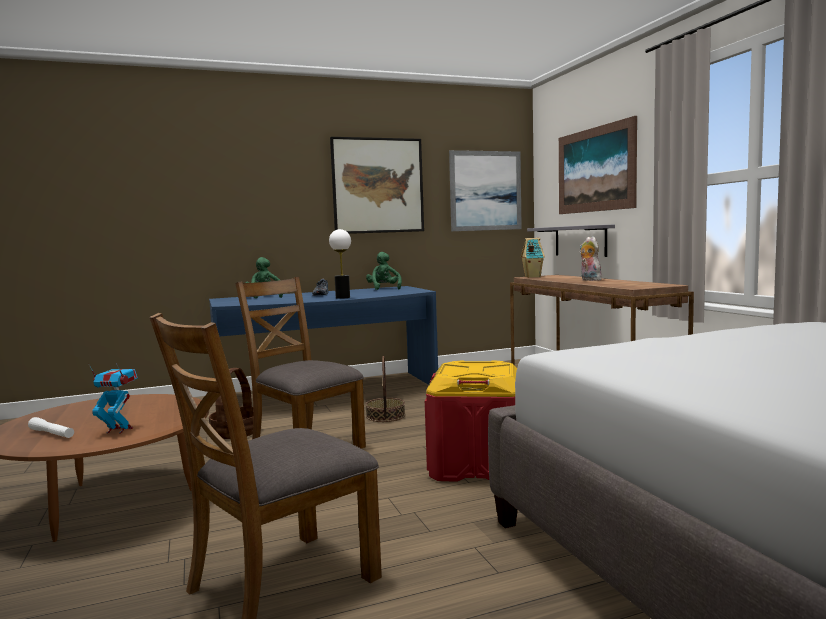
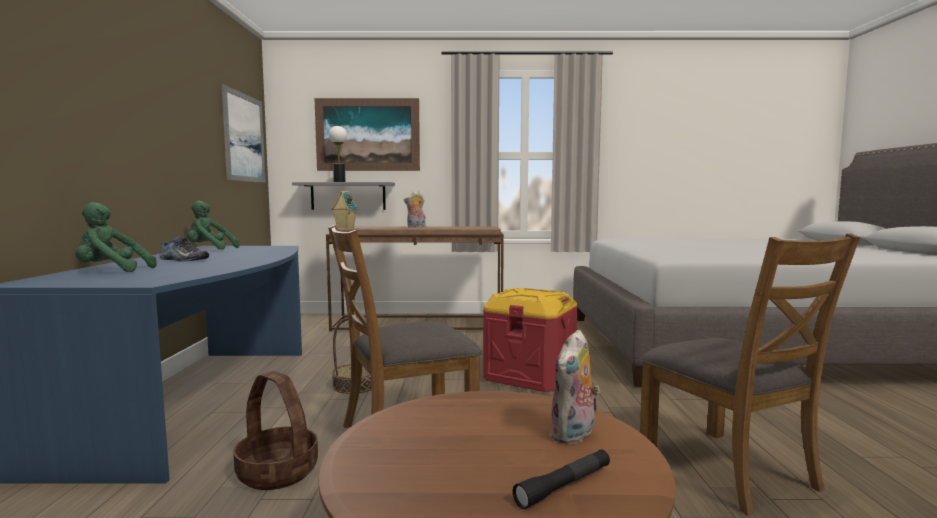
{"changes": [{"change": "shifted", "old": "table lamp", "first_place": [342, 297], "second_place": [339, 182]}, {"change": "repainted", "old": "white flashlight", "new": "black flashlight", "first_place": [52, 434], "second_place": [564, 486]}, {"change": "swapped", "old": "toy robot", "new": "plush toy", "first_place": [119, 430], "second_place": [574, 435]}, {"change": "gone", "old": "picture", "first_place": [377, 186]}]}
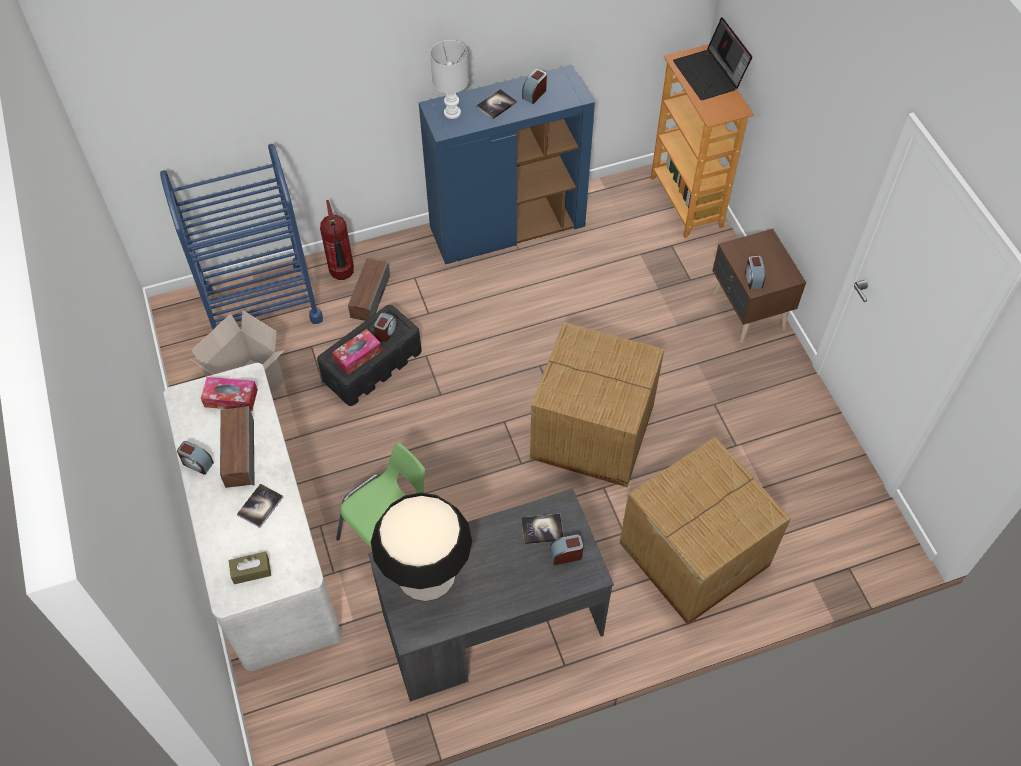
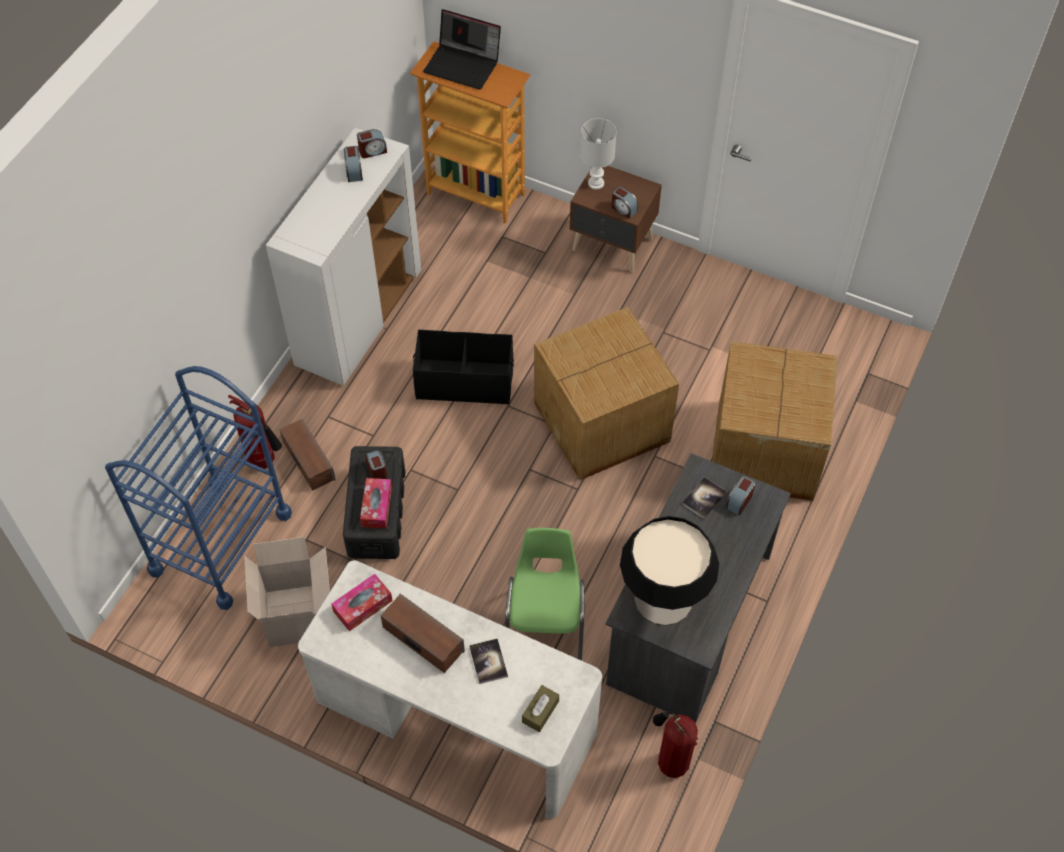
{"changes": [{"change": "repainted", "old": "blue cabinet", "new": "white cabinet", "first_place": [507, 228], "second_place": [359, 318]}, {"change": "shifted", "old": "alarm clock", "first_place": [197, 463], "second_place": [372, 151]}, {"change": "new", "new": "black storage box", "second_place": [464, 381]}, {"change": "shifted", "old": "white table lamp", "first_place": [452, 112], "second_place": [595, 183]}, {"change": "new", "new": "fire extinguisher", "second_place": [669, 762]}, {"change": "gone", "old": "book", "first_place": [496, 105]}]}
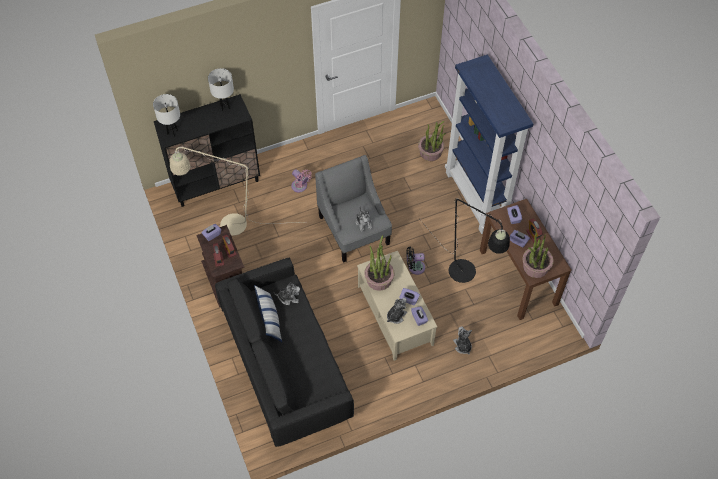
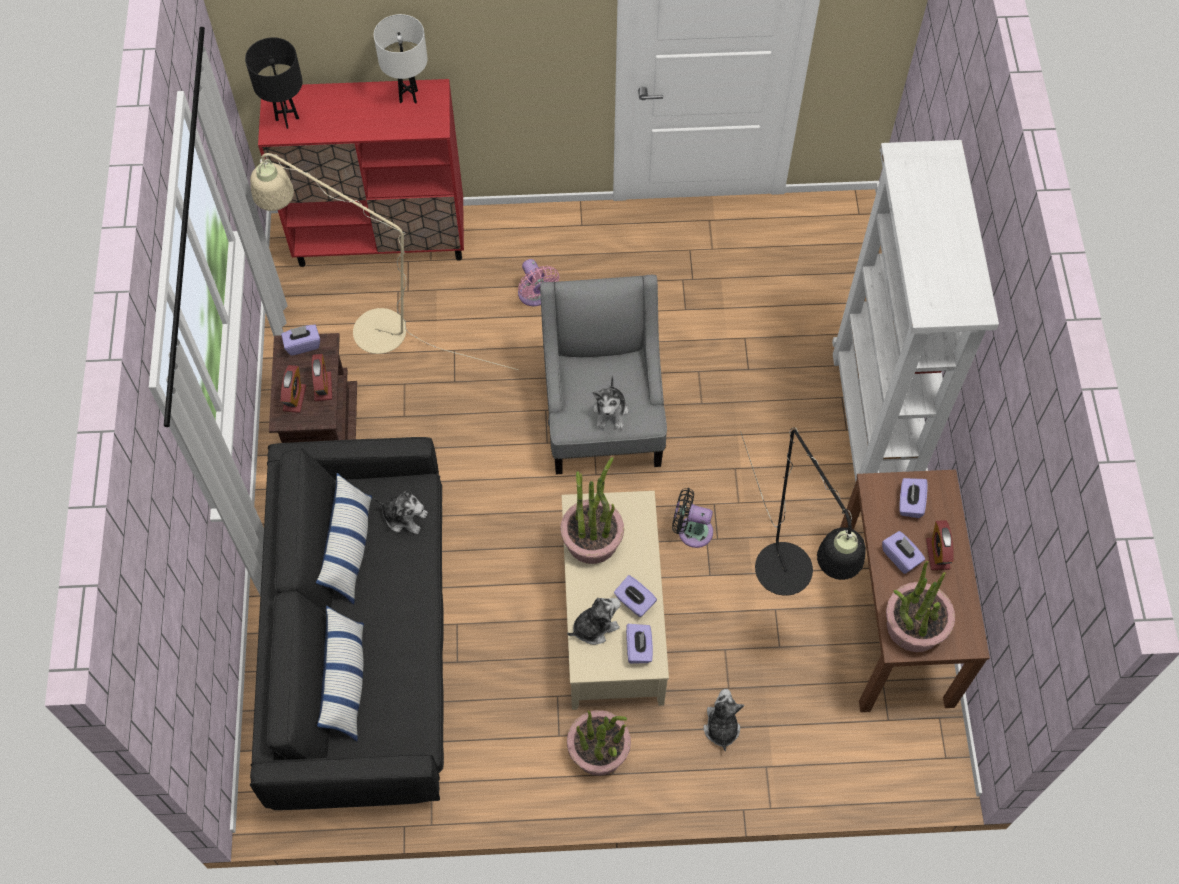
{"changes": [{"change": "repainted", "old": "white table lamp", "new": "black table lamp", "first_place": [172, 132], "second_place": [287, 119]}, {"change": "repainted", "old": "black cabinet", "new": "red cabinet", "first_place": [216, 182], "second_place": [381, 238]}, {"change": "new", "new": "pillow", "second_place": [346, 681]}, {"change": "shifted", "old": "potted plant", "first_place": [430, 152], "second_place": [599, 750]}, {"change": "repainted", "old": "blue bookcase", "new": "white bookcase", "first_place": [476, 199], "second_place": [873, 427]}]}
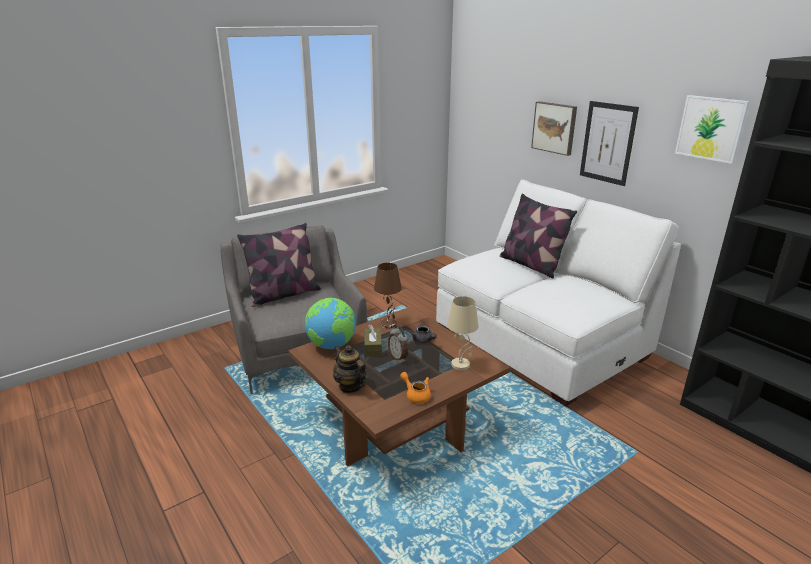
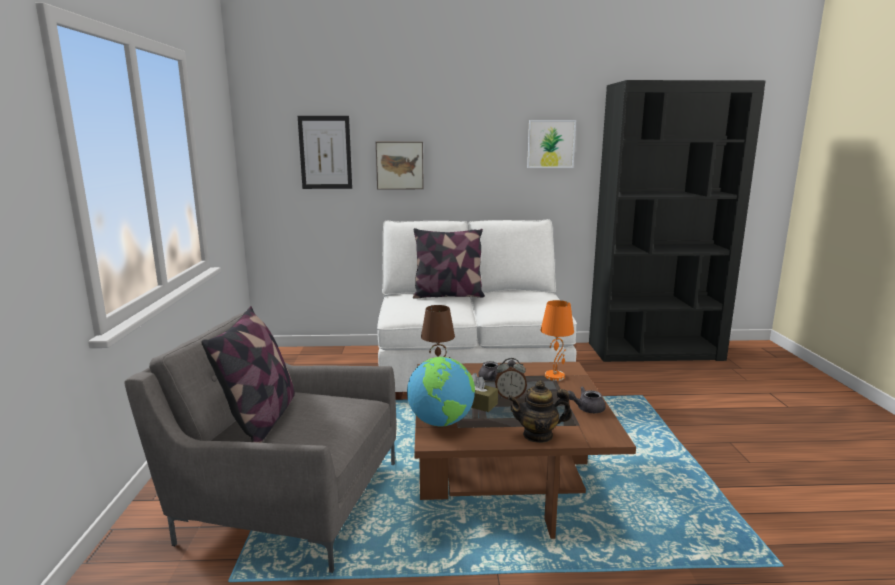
{"changes": [{"change": "shifted", "old": "picture", "first_place": [607, 143], "second_place": [325, 152]}, {"change": "repainted", "old": "beige table lamp", "new": "orange table lamp", "first_place": [461, 364], "second_place": [554, 376]}, {"change": "repainted", "old": "orange teapot", "new": "grey teapot", "first_place": [416, 395], "second_place": [586, 409]}]}
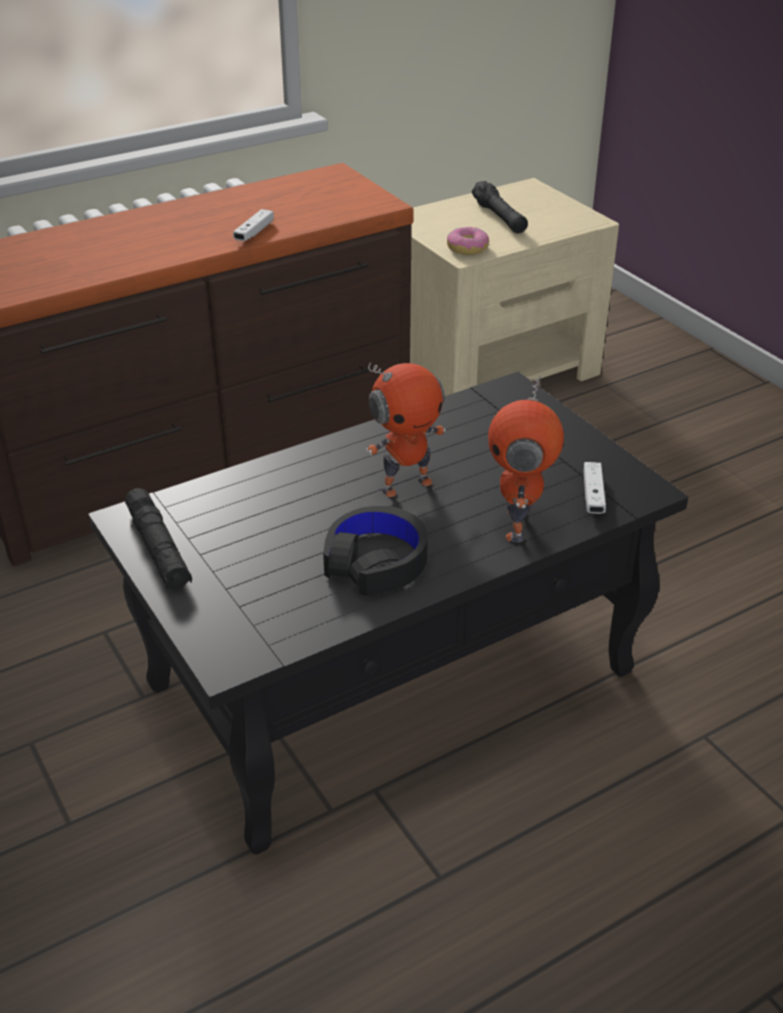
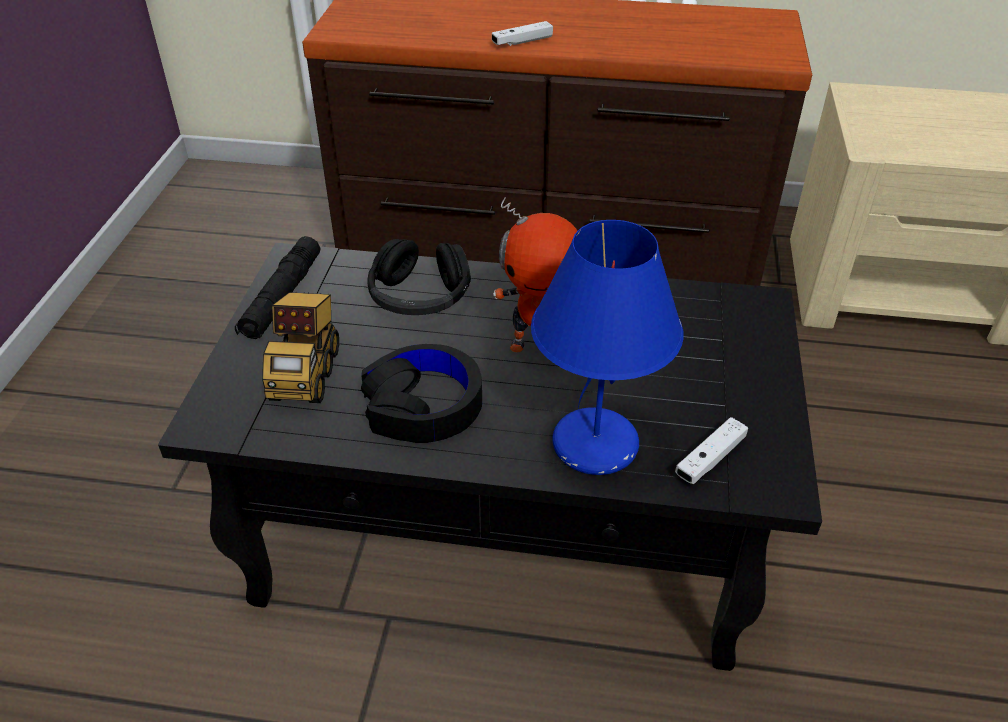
{"changes": [{"change": "new", "new": "toy truck", "second_place": [306, 372]}, {"change": "new", "new": "black headphones", "second_place": [419, 296]}, {"change": "shifted", "old": "white game controller", "first_place": [254, 233], "second_place": [522, 42]}, {"change": "swapped", "old": "toy robot", "new": "blue table lamp", "first_place": [519, 525], "second_place": [595, 446]}, {"change": "gone", "old": "donut", "first_place": [467, 248]}, {"change": "gone", "old": "black flashlight", "first_place": [499, 217]}]}
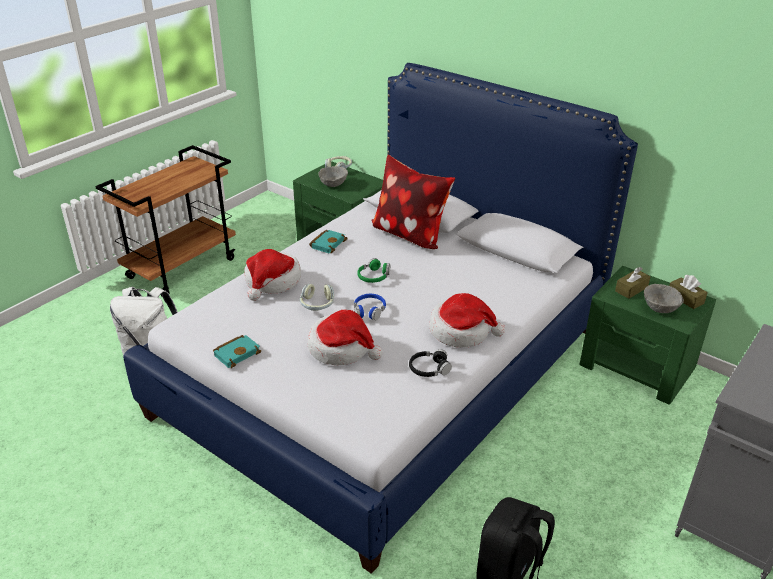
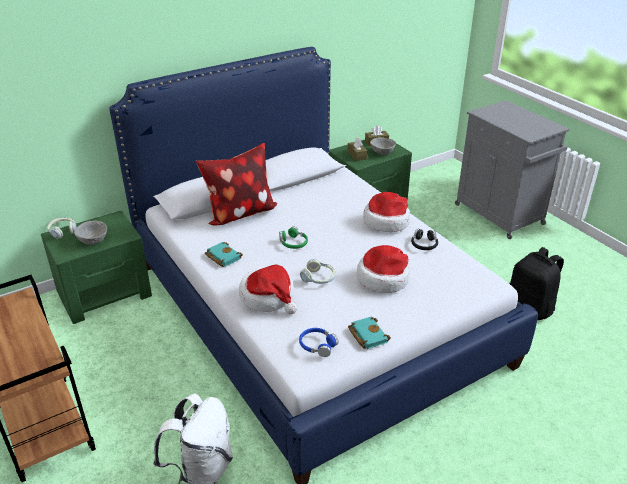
{"changes": [{"change": "shifted", "old": "blue headphones", "first_place": [369, 311], "second_place": [317, 345]}]}
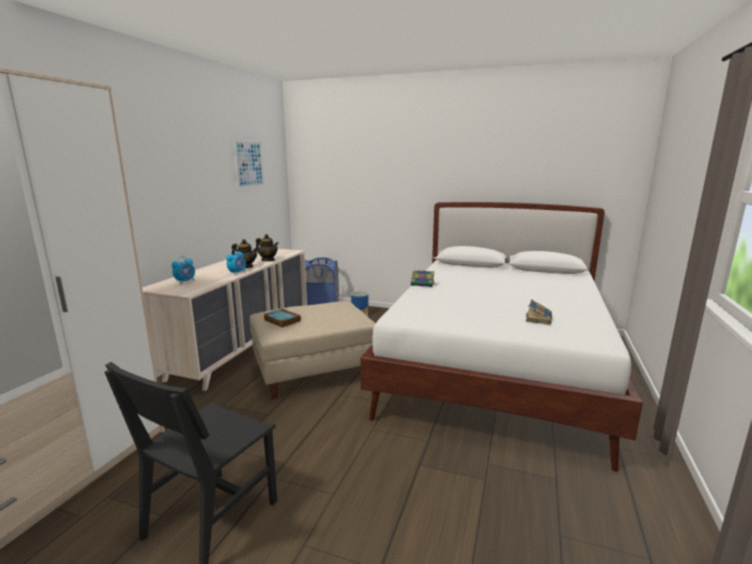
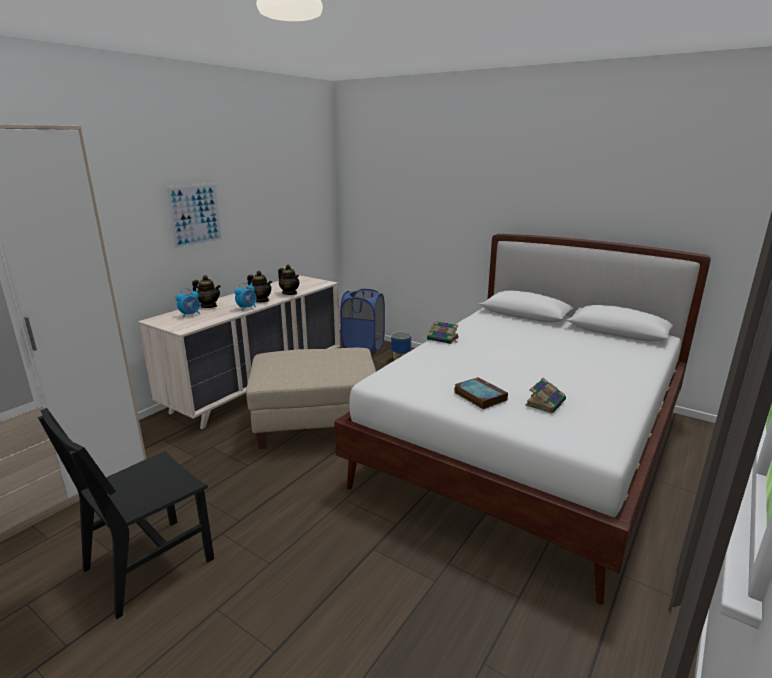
{"changes": [{"change": "shifted", "old": "picture", "first_place": [249, 164], "second_place": [195, 215]}, {"change": "new", "new": "teapot", "second_place": [209, 306]}, {"change": "shifted", "old": "book", "first_place": [281, 320], "second_place": [479, 396]}]}
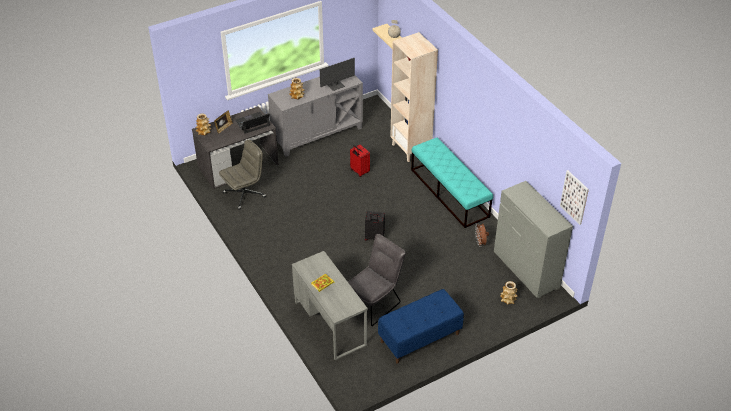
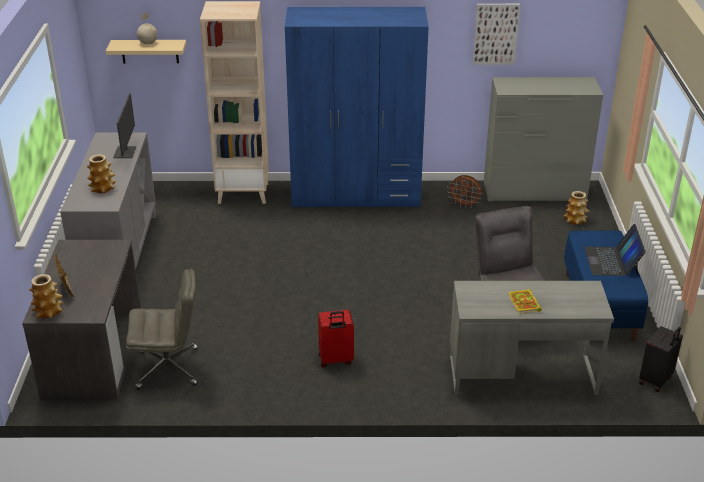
{"changes": [{"change": "rotated", "old": "grey office chair", "first_place": [244, 194], "second_place": [169, 368], "degrees": 90}, {"change": "swapped", "old": "turquoise bench", "new": "blue wardrobe", "first_place": [449, 193], "second_place": [356, 195]}, {"change": "shifted", "old": "red suitcase", "first_place": [359, 171], "second_place": [335, 360]}, {"change": "shifted", "old": "picture", "first_place": [574, 197], "second_place": [496, 34]}, {"change": "shifted", "old": "laptop", "first_place": [252, 123], "second_place": [612, 261]}, {"change": "shifted", "old": "black suitcase", "first_place": [374, 237], "second_place": [656, 380]}]}
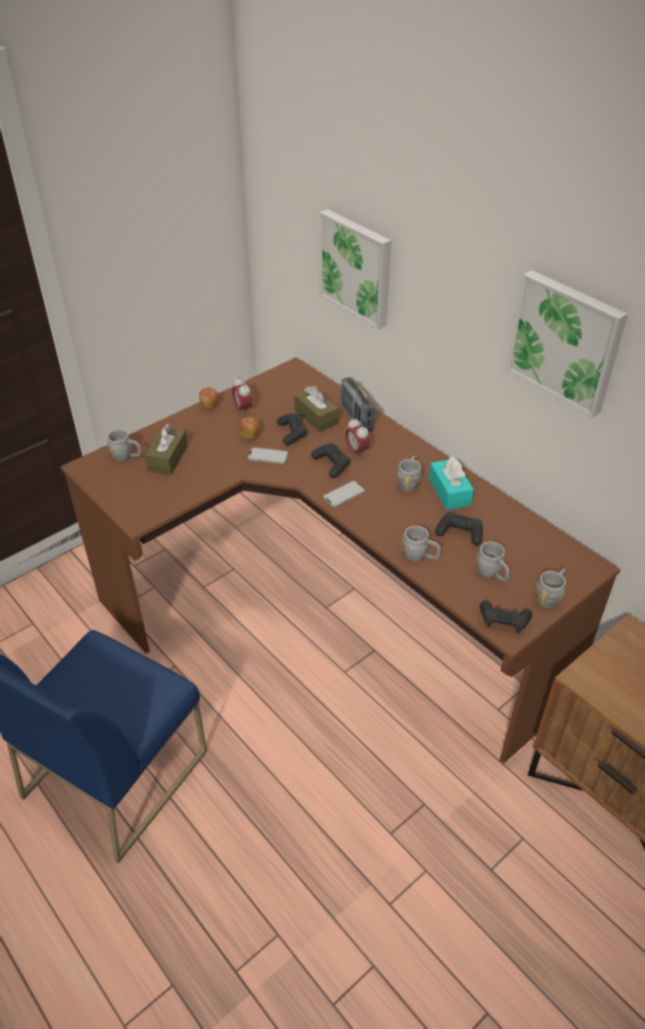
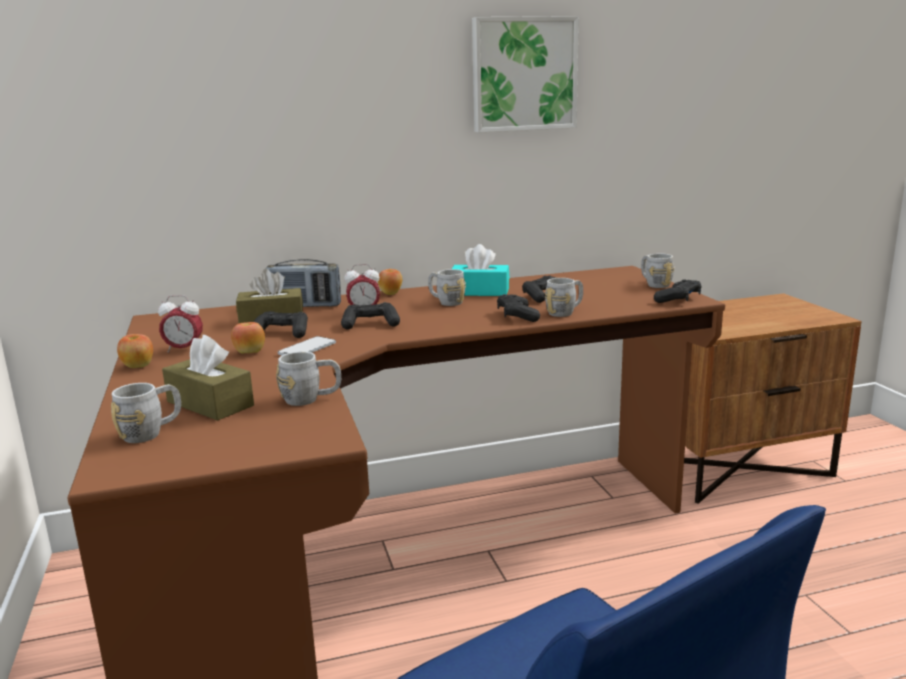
{"changes": [{"change": "shifted", "old": "grey mug", "first_place": [492, 574], "second_place": [311, 399]}, {"change": "new", "new": "apple", "second_place": [391, 293]}, {"change": "new", "new": "black game controller", "second_place": [517, 316]}, {"change": "gone", "old": "picture", "first_place": [357, 267]}, {"change": "gone", "old": "phone", "first_place": [344, 494]}]}
